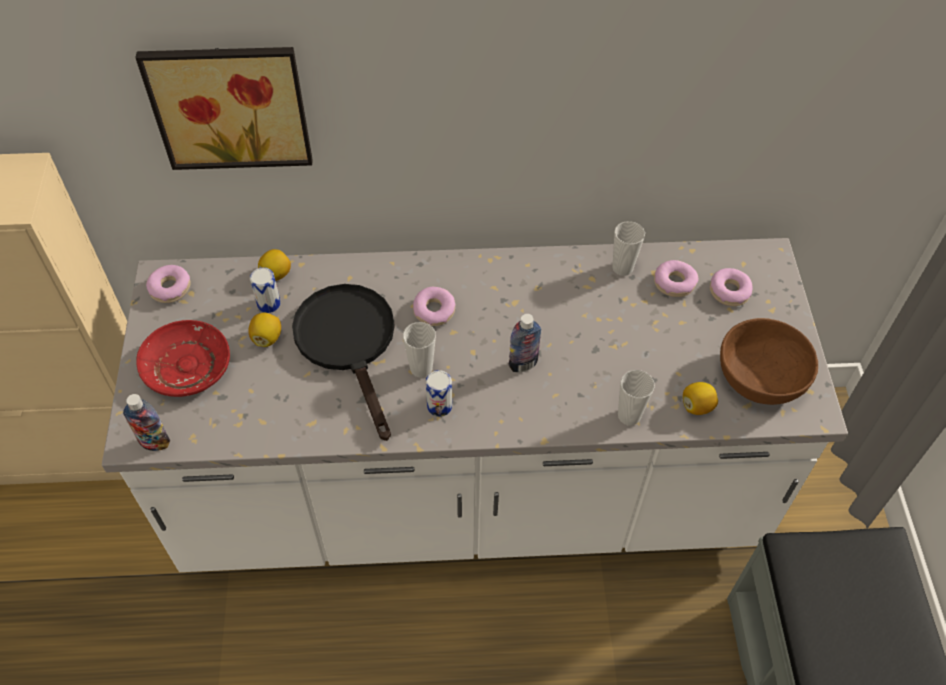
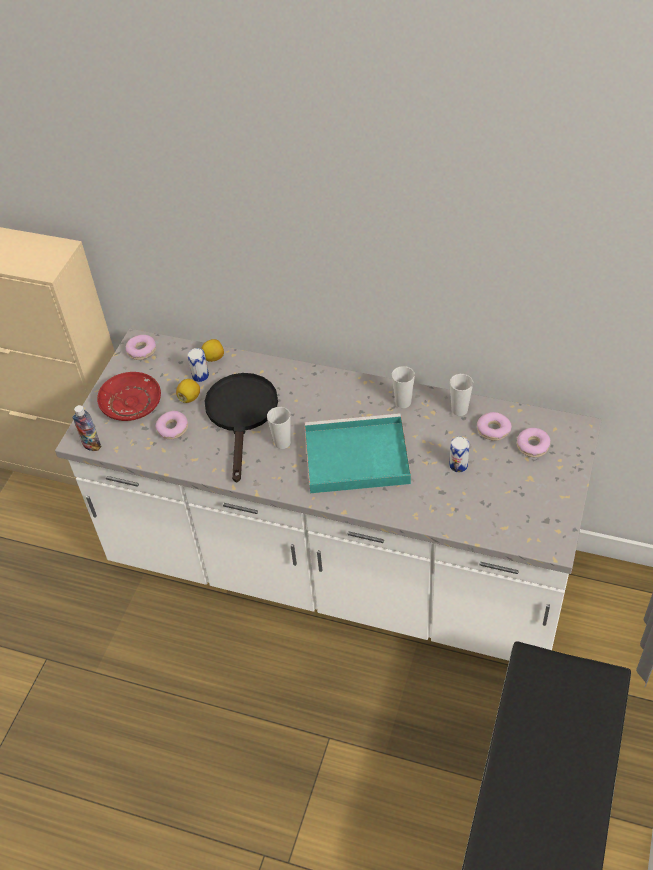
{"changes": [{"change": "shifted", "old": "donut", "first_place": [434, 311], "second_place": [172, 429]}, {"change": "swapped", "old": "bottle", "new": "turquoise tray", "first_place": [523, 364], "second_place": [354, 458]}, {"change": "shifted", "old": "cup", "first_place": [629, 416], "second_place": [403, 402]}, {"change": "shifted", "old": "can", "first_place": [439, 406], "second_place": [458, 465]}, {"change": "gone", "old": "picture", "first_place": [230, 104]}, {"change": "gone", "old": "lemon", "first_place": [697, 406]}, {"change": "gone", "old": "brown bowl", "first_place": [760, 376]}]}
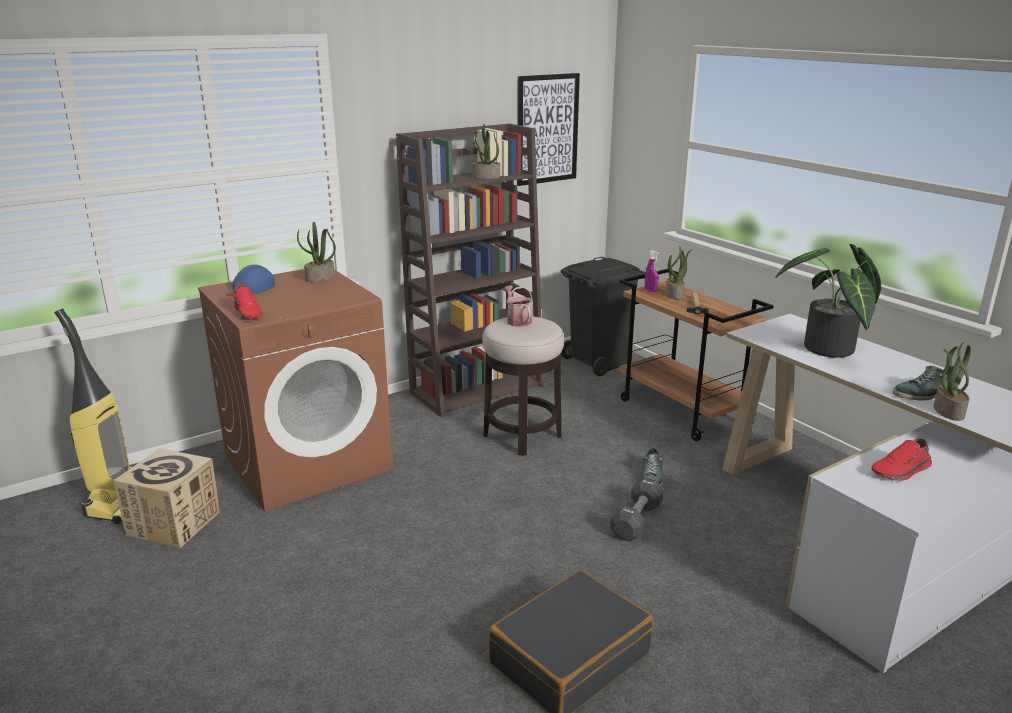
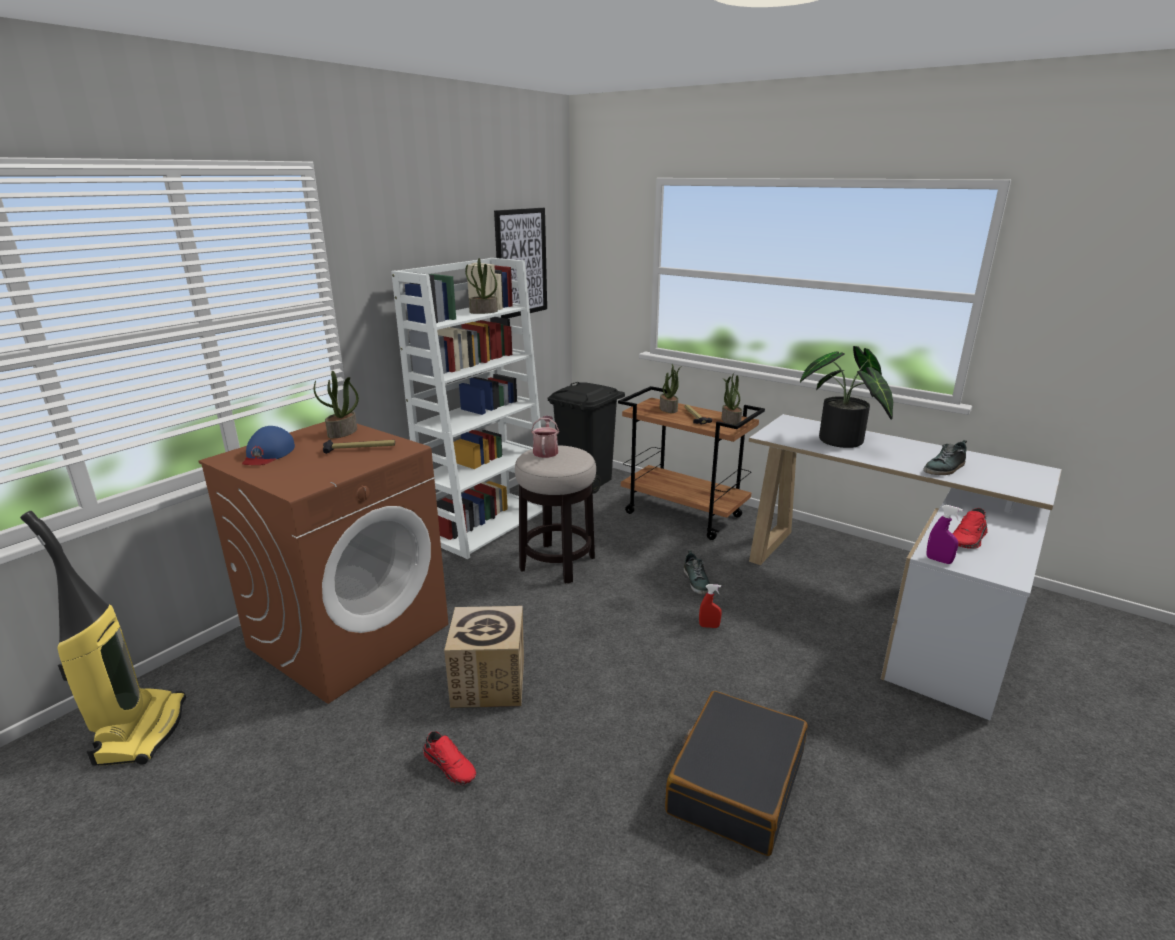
{"changes": [{"change": "new", "new": "hammer", "second_place": [360, 449]}, {"change": "repainted", "old": "brown bookcase", "new": "white bookcase", "first_place": [477, 389], "second_place": [487, 524]}, {"change": "shifted", "old": "red shoe", "first_place": [249, 313], "second_place": [451, 765]}, {"change": "shifted", "old": "cardboard box", "first_place": [174, 523], "second_place": [489, 682]}, {"change": "rotated", "old": "watering can", "first_place": [517, 320], "second_place": [546, 451], "degrees": 45}, {"change": "swapped", "old": "black dumbbell", "new": "red spray bottle", "first_place": [636, 521], "second_place": [709, 626]}, {"change": "shifted", "old": "potted plant", "first_place": [947, 411], "second_place": [730, 420]}, {"change": "shifted", "old": "purple spray bottle", "first_place": [650, 290], "second_place": [938, 560]}]}
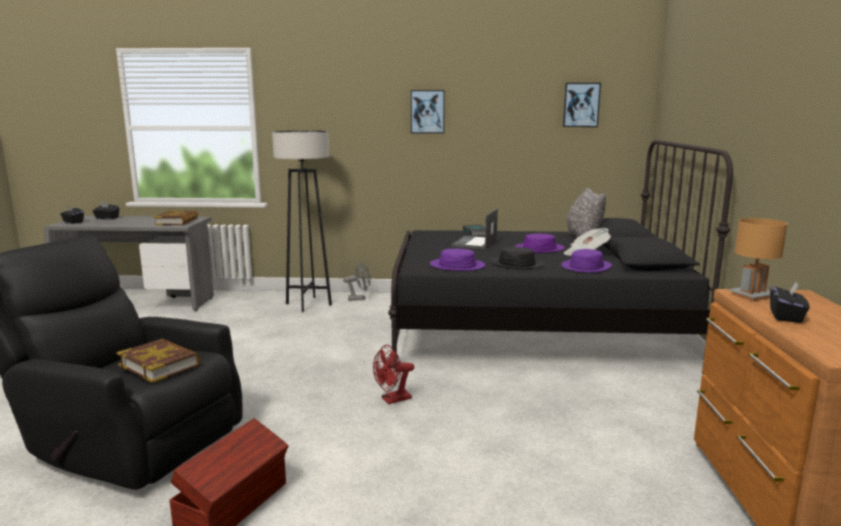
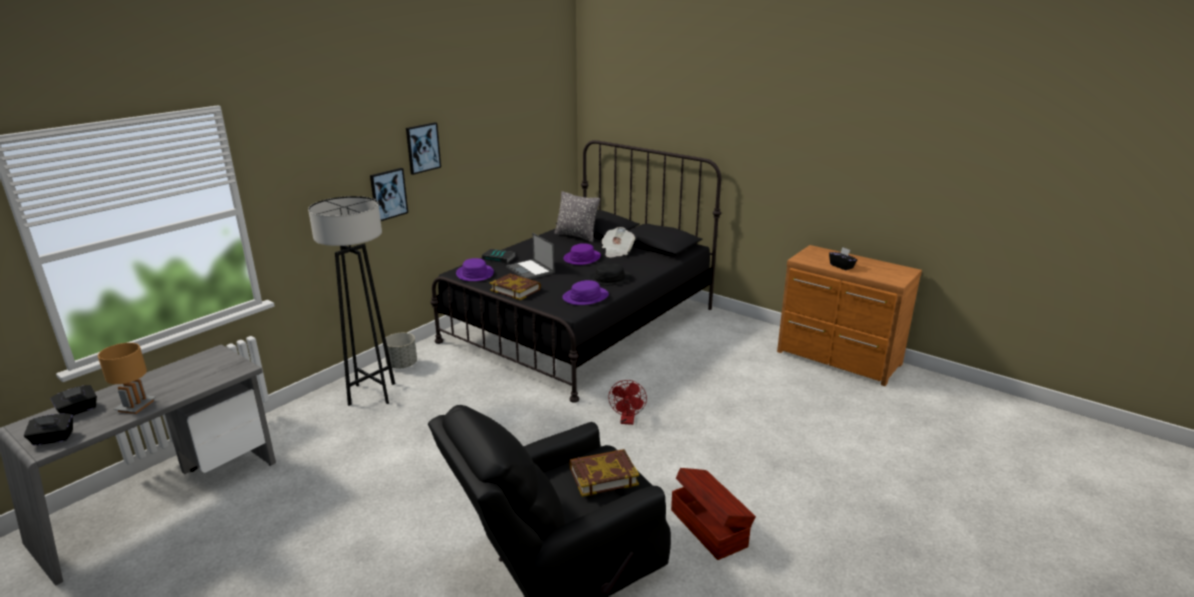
{"changes": [{"change": "shifted", "old": "brown table lamp", "first_place": [752, 296], "second_place": [136, 406]}, {"change": "shifted", "old": "picture", "first_place": [581, 105], "second_place": [388, 194]}, {"change": "swapped", "old": "grey fan", "new": "grey planter", "first_place": [359, 299], "second_place": [402, 365]}, {"change": "shifted", "old": "purple hat", "first_place": [586, 267], "second_place": [474, 274]}, {"change": "shifted", "old": "book", "first_place": [177, 221], "second_place": [515, 290]}]}
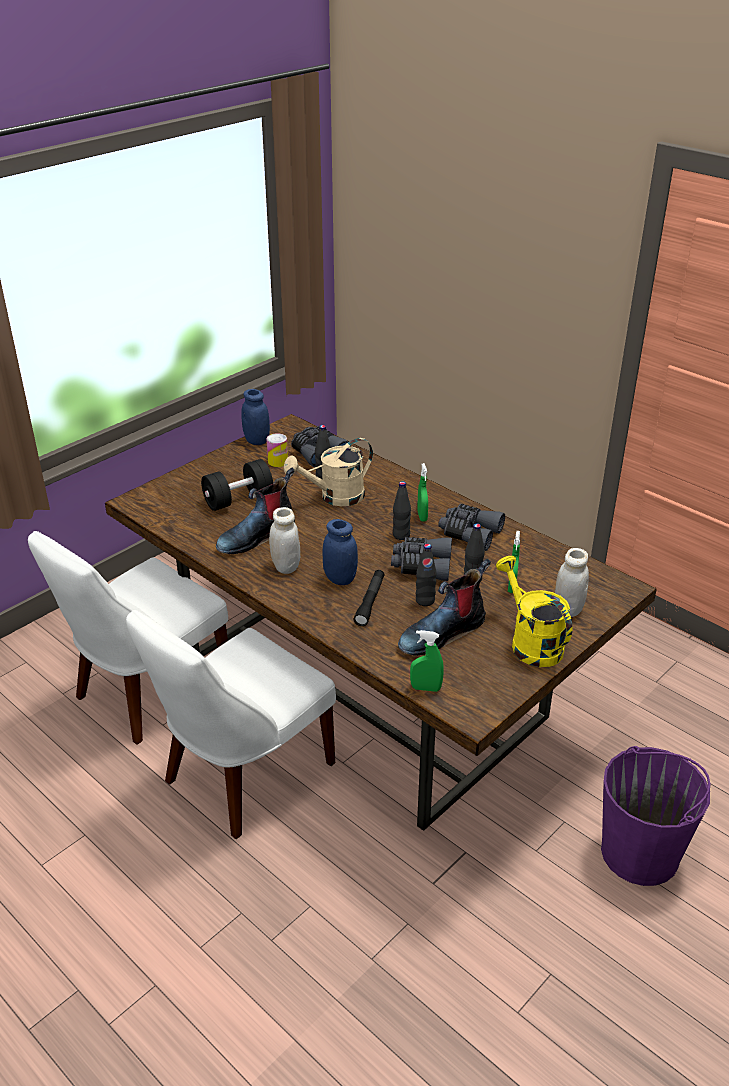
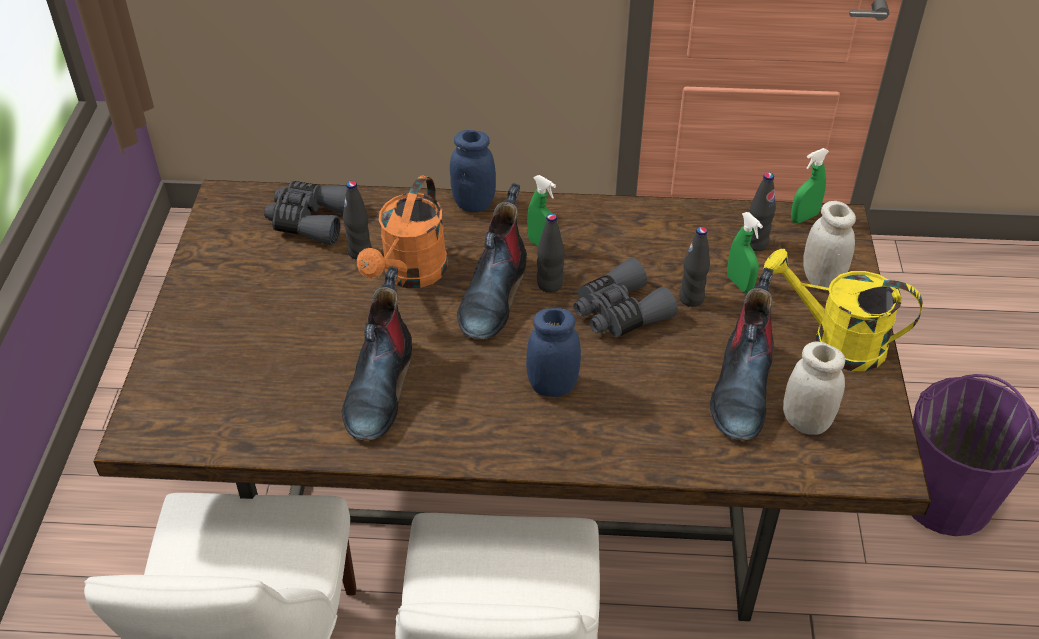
{"changes": [{"change": "repainted", "old": "beige watering can", "new": "orange watering can", "first_place": [335, 497], "second_place": [410, 275]}, {"change": "shifted", "old": "blue jar", "first_place": [257, 440], "second_place": [473, 204]}, {"change": "new", "new": "boot", "second_place": [493, 295]}, {"change": "shifted", "old": "black bottle", "first_place": [425, 601], "second_place": [756, 244]}, {"change": "shifted", "old": "white jar", "first_place": [286, 567], "second_place": [806, 422]}, {"change": "shifted", "old": "green spray bottle", "first_place": [425, 688], "second_place": [804, 217]}, {"change": "gone", "old": "black dumbbell", "first_place": [238, 499]}, {"change": "gone", "old": "can", "first_place": [278, 462]}, {"change": "gone", "old": "black flashlight", "first_place": [370, 602]}, {"change": "gone", "old": "grey binoculars", "first_place": [469, 533]}]}
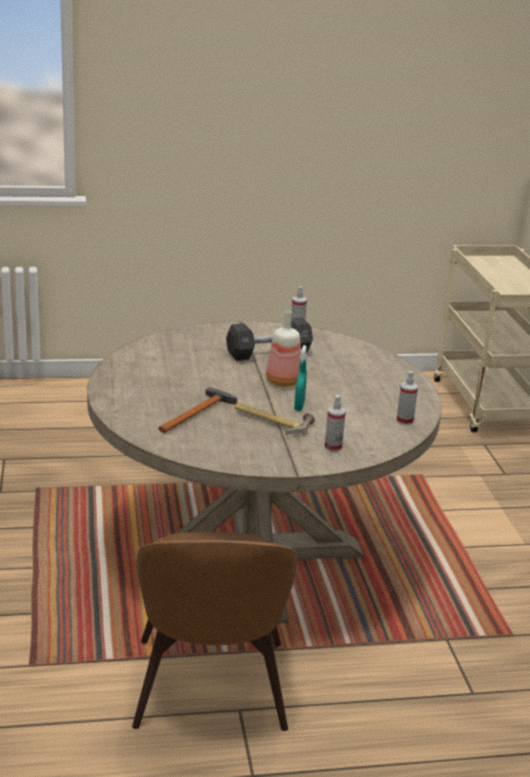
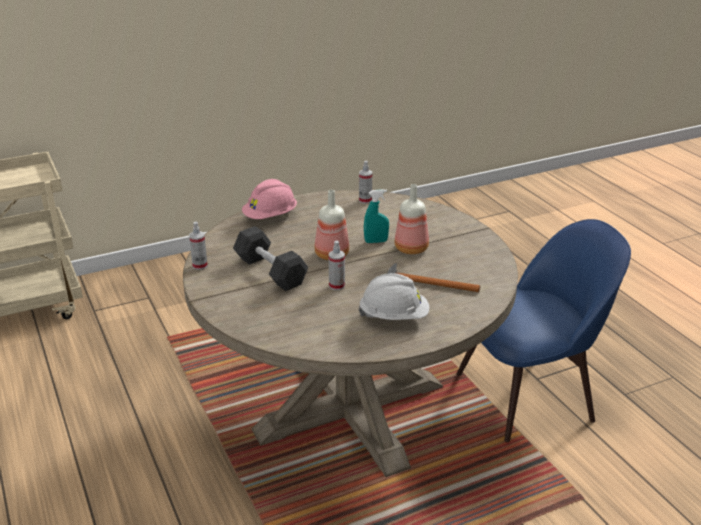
{"changes": [{"change": "new", "new": "pink hard hat", "second_place": [270, 217]}, {"change": "shifted", "old": "spray bottle", "first_place": [333, 447], "second_place": [337, 286]}, {"change": "new", "new": "white hard hat", "second_place": [394, 317]}, {"change": "swapped", "old": "hammer", "new": "bottle", "first_place": [272, 421], "second_place": [412, 248]}, {"change": "repainted", "old": "brown chair", "new": "blue chair", "first_place": [210, 690], "second_place": [529, 395]}]}
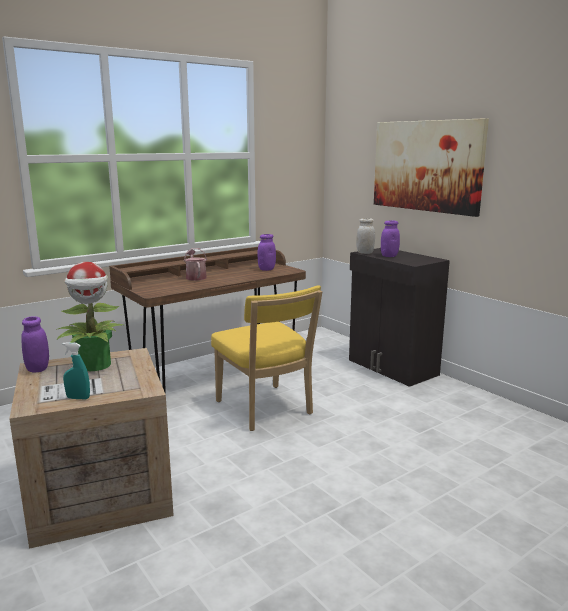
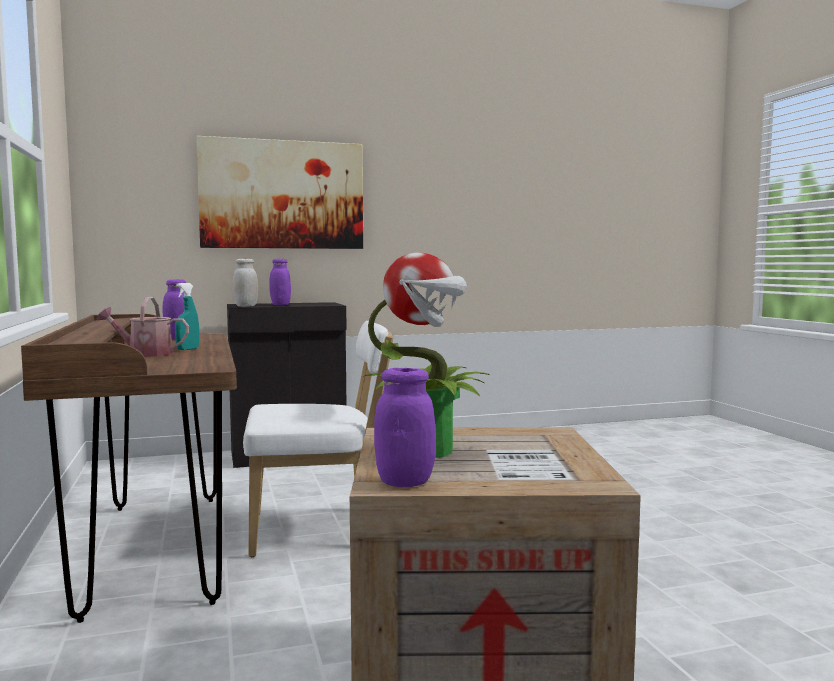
{"changes": [{"change": "shifted", "old": "turquoise spray bottle", "first_place": [78, 398], "second_place": [187, 349]}, {"change": "repainted", "old": "yellow chair", "new": "white chair", "first_place": [266, 410], "second_place": [319, 530]}]}
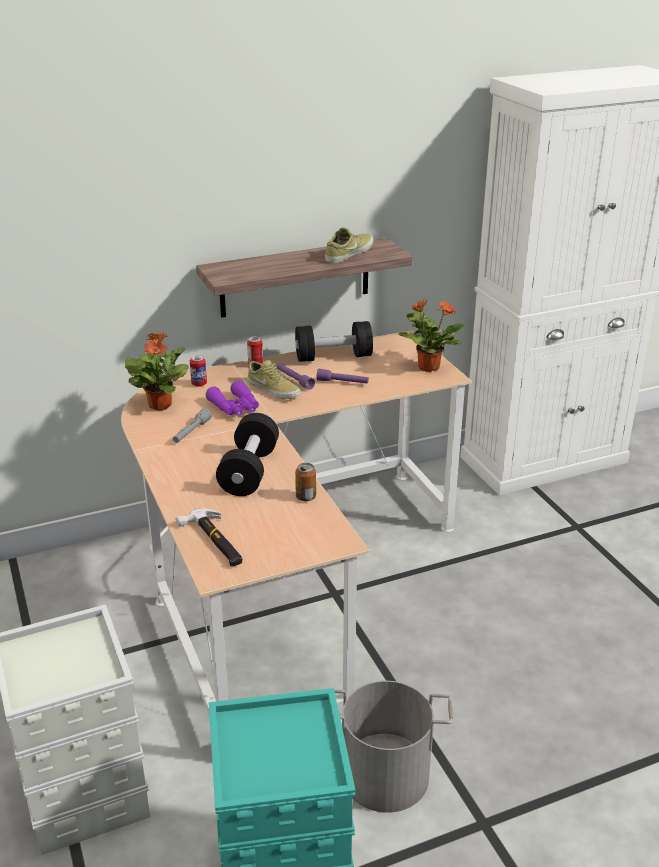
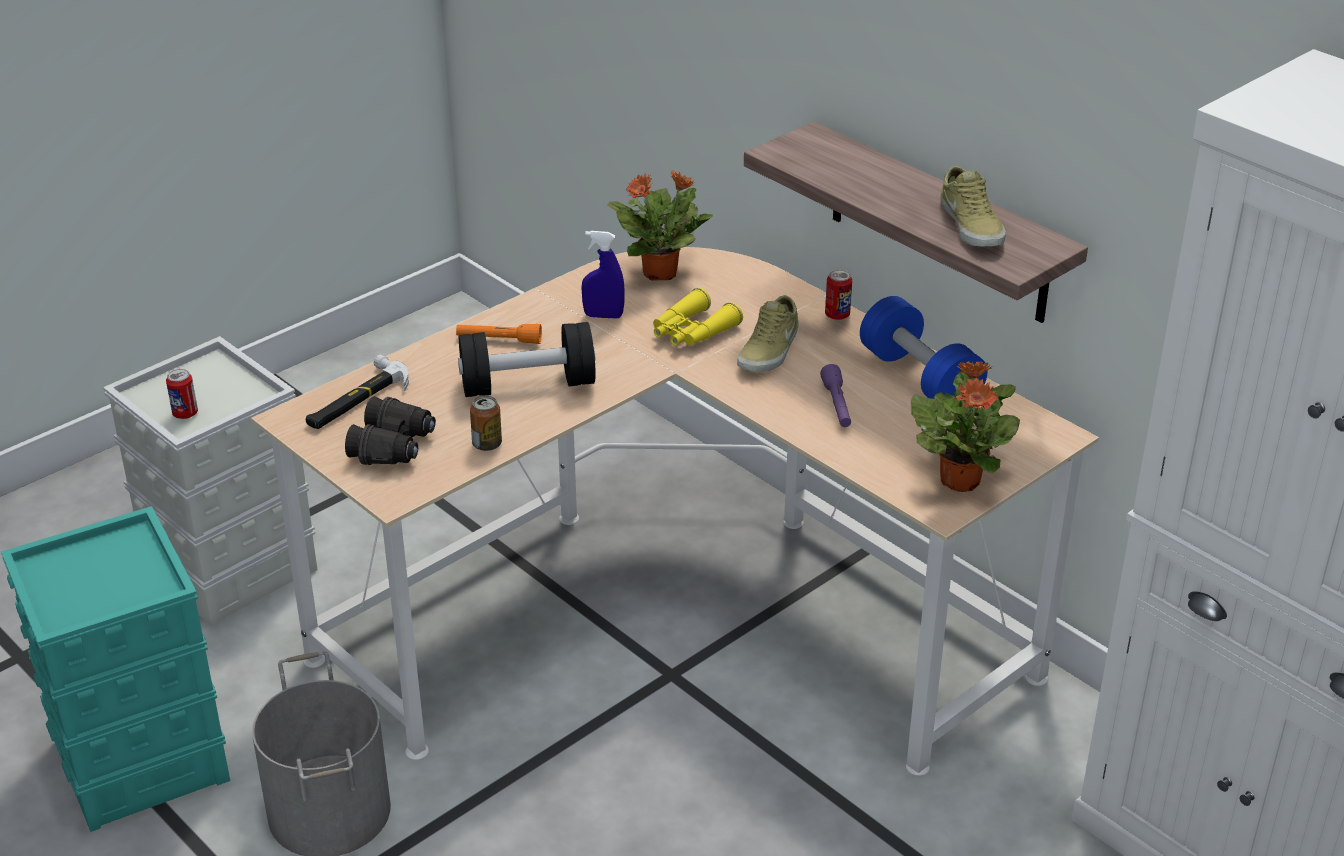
{"changes": [{"change": "shifted", "old": "can", "first_place": [199, 384], "second_place": [185, 414]}, {"change": "new", "new": "black binoculars", "second_place": [394, 446]}, {"change": "new", "new": "orange flashlight", "second_place": [499, 340]}, {"change": "swapped", "old": "grey flashlight", "new": "blue spray bottle", "first_place": [191, 432], "second_place": [603, 316]}, {"change": "repainted", "old": "purple binoculars", "new": "yellow binoculars", "first_place": [235, 408], "second_place": [692, 332]}, {"change": "repainted", "old": "black dumbbell", "new": "blue dumbbell", "first_place": [333, 357], "second_place": [920, 378]}, {"change": "rotated", "old": "beige shoe", "first_place": [348, 253], "second_place": [973, 225], "degrees": 60}, {"change": "gone", "old": "purple flashlight", "first_place": [294, 380]}]}
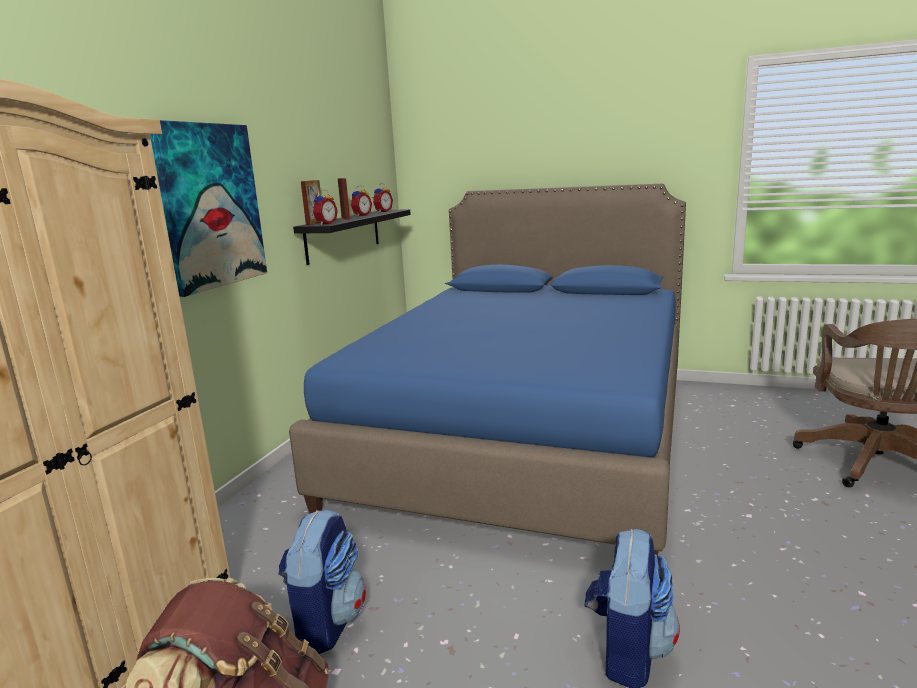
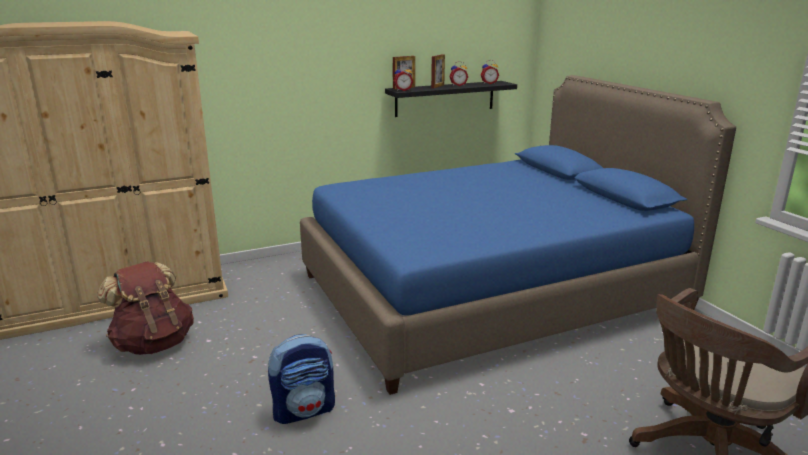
{"changes": [{"change": "gone", "old": "picture", "first_place": [211, 206]}, {"change": "gone", "old": "backpack", "first_place": [327, 622]}]}
